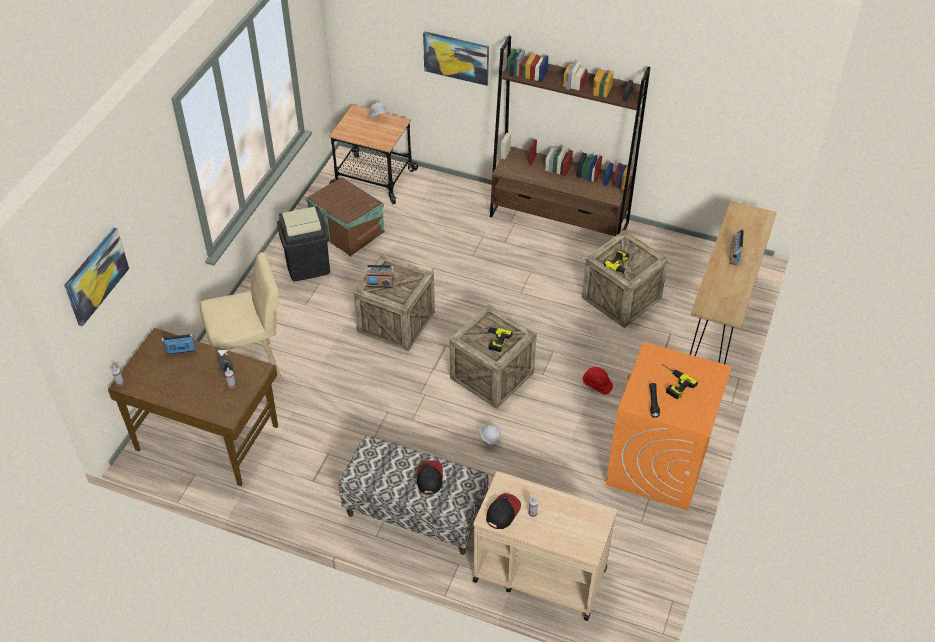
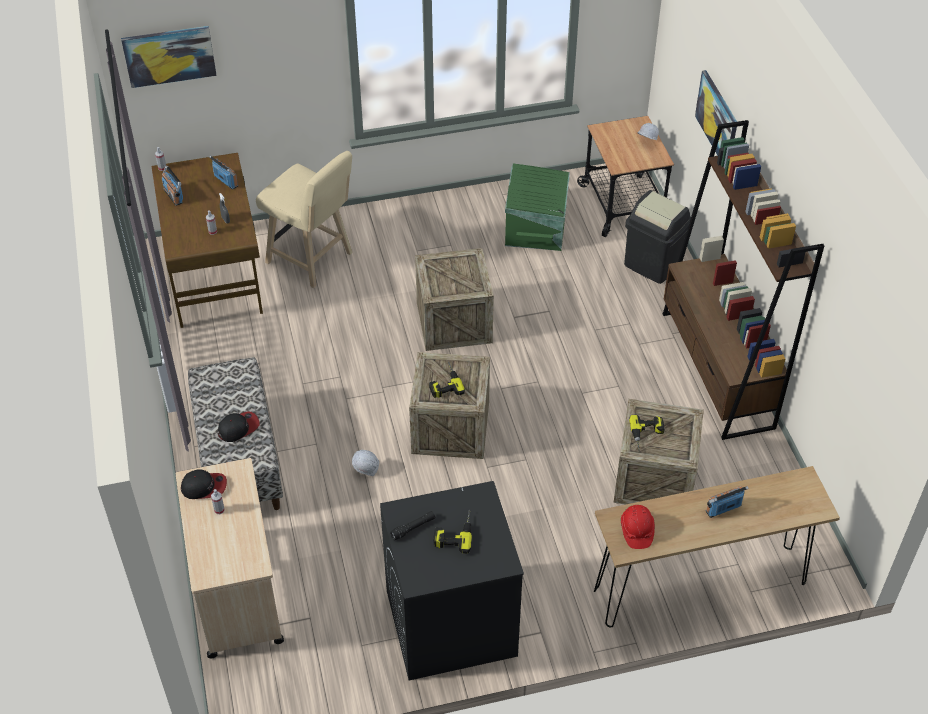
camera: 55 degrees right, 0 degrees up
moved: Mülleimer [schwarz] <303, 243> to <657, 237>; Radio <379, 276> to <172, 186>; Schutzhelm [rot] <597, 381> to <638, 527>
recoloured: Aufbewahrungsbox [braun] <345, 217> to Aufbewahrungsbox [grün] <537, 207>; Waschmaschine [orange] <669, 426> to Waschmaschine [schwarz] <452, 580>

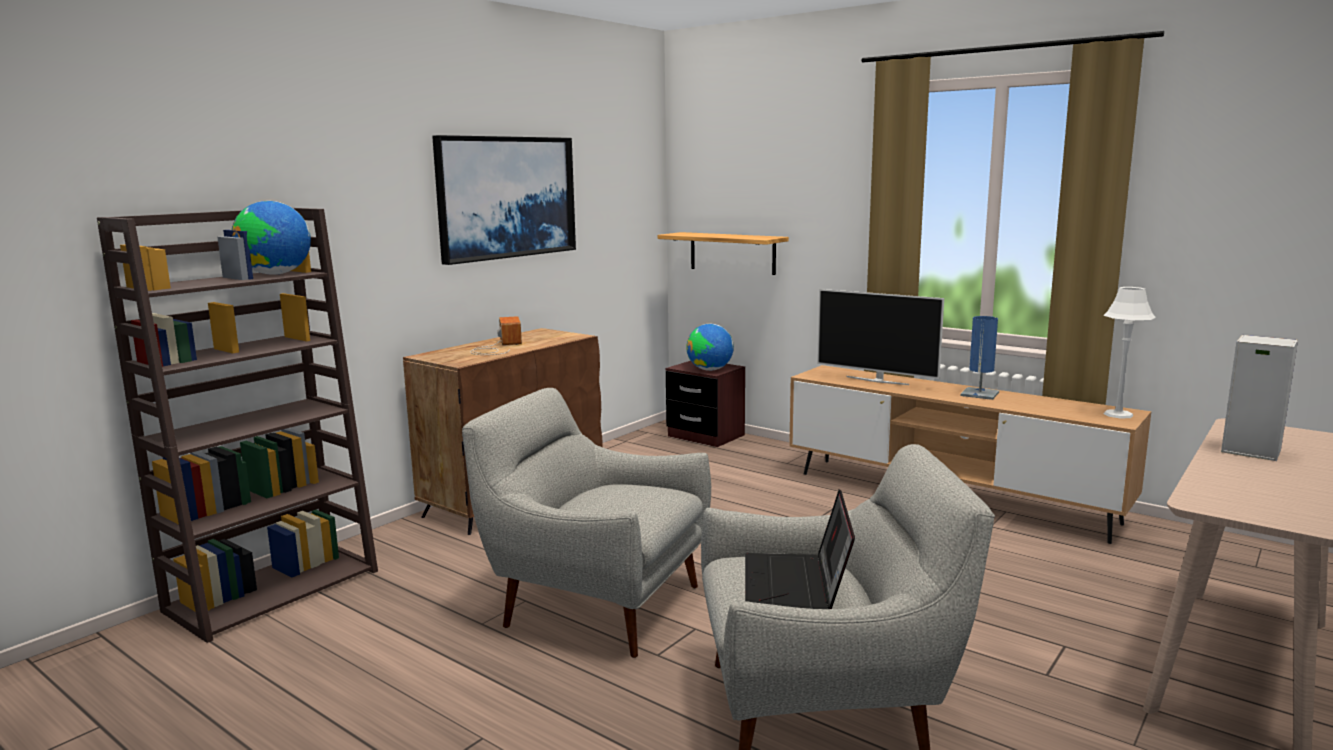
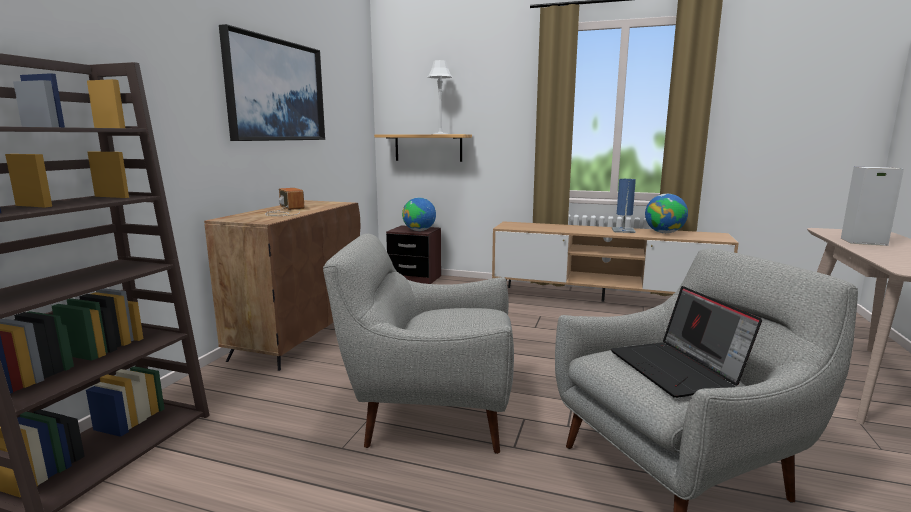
camera: 20 degrees left, 0 degrees up
removed: Fernseher <880, 337>
moved: Globus <271, 238> to <666, 213>; Tischlampe [weiß] <1129, 353> to <440, 97>

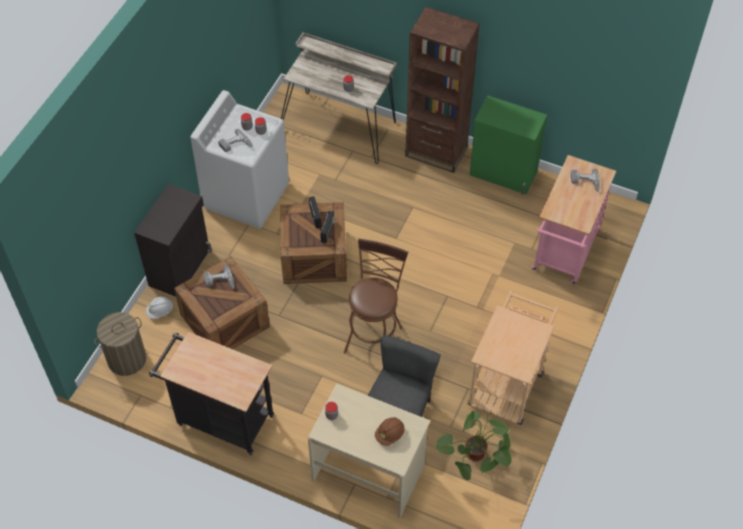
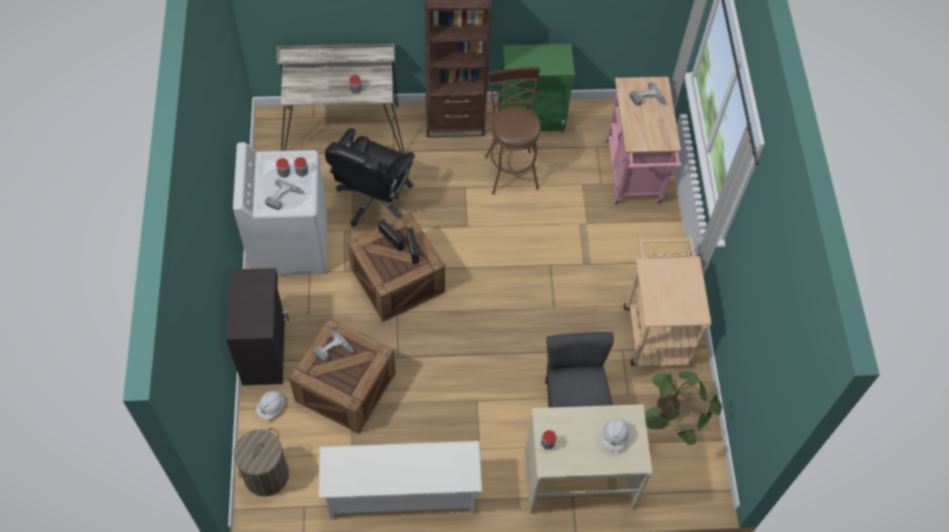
camera: 30 degrees left, 5 degrees up
added: Bürostuhl [schwarz] <370, 177>
moved: Hocker [braun] <376, 296> to <513, 131>
replaced: Rollwagen [schwarz] <211, 393> to Schuhregal [weiß] <400, 480>
recoloured: Schutzhelm [braun] <390, 431> to Schutzhelm [weiß] <616, 434>

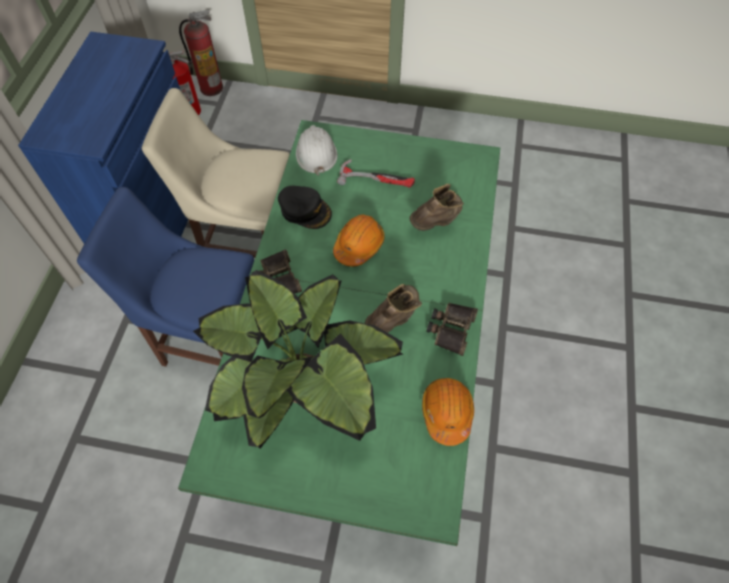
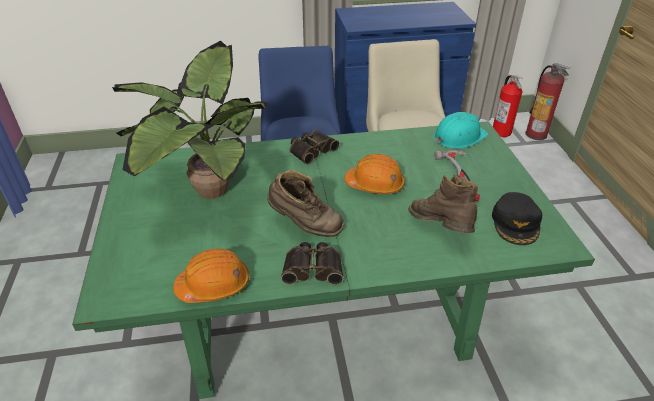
camera: 70 degrees right, 20 degrees down
moved: Kappe [schwarz] <305, 207> to <517, 218>
recoloured: Schutzhelm [weiß] <316, 150> to Schutzhelm [türkis] <460, 130>
turned: Stiefel [braun] <437, 207> = <443, 204> 150 degrees counterclockwise

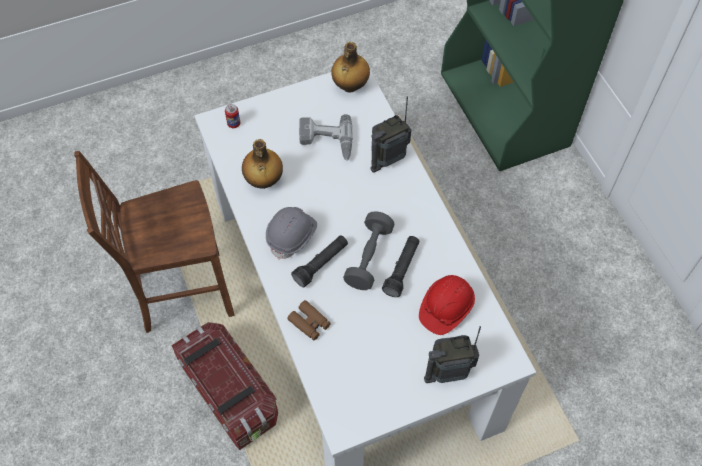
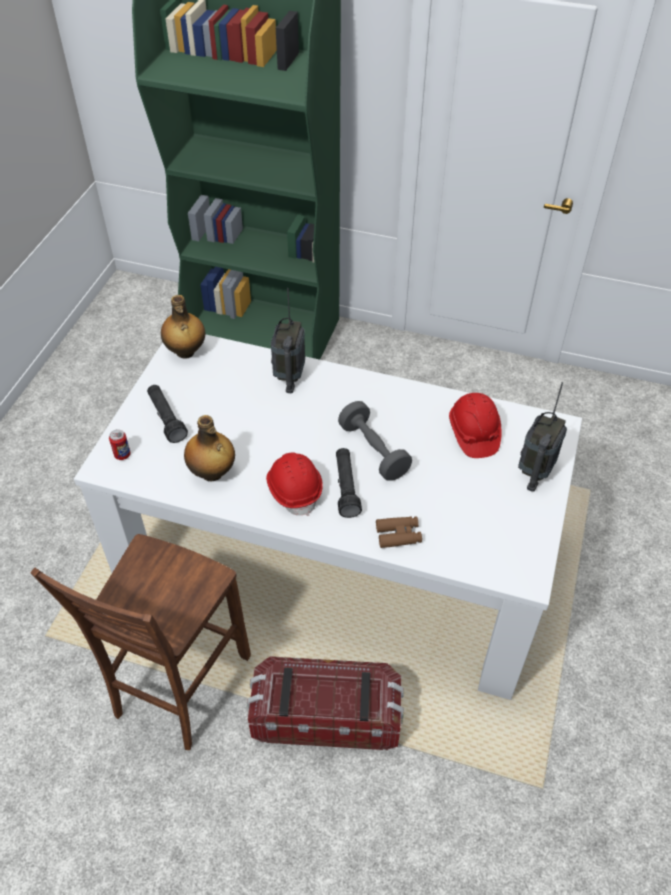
camera: 50 degrees left, 10 degrees down
removed: Bohrmaschine <326, 137>
moved: Taschenlampe [schwarz] <400, 266> to <167, 414>
recoloured: Schutzhelm [grau] <291, 233> to Schutzhelm [rot] <294, 484>

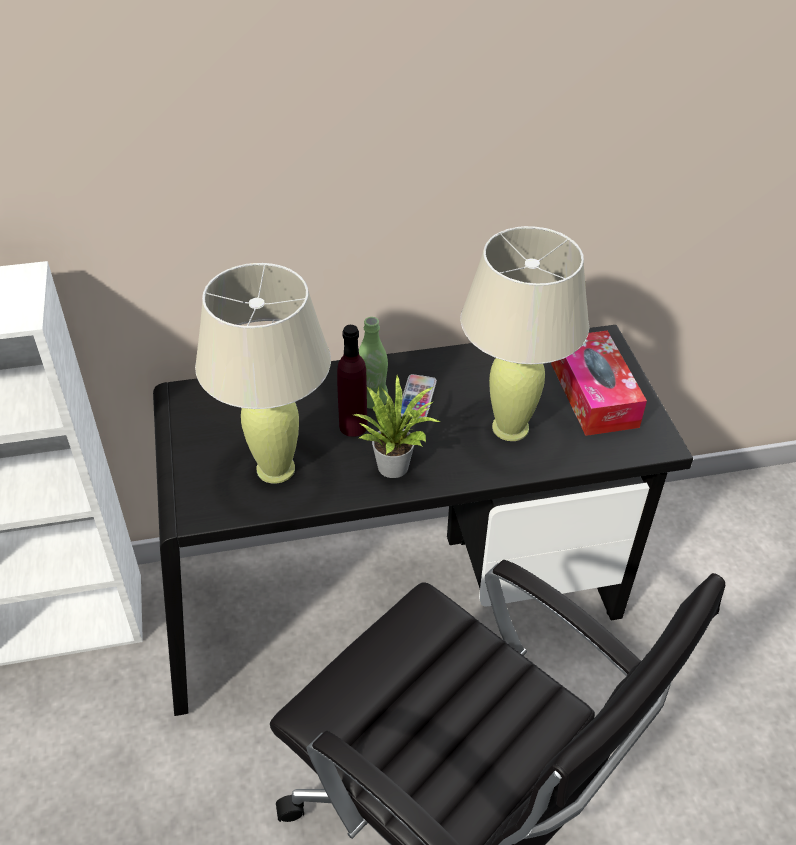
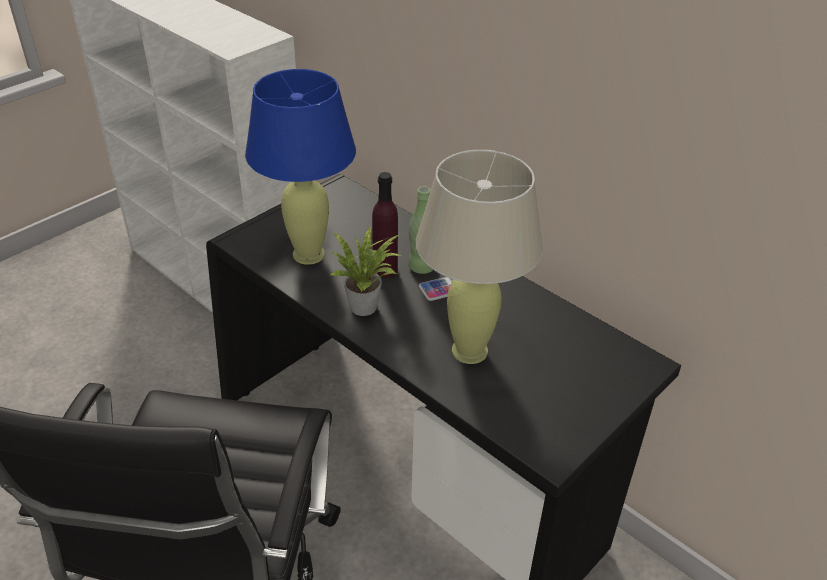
camera: 55 degrees right, 5 degrees down
removed: Taschentuchbox <599, 383>
recoloured: Tischlampe [beige] <263, 373> to Tischlampe [blau] <300, 167>

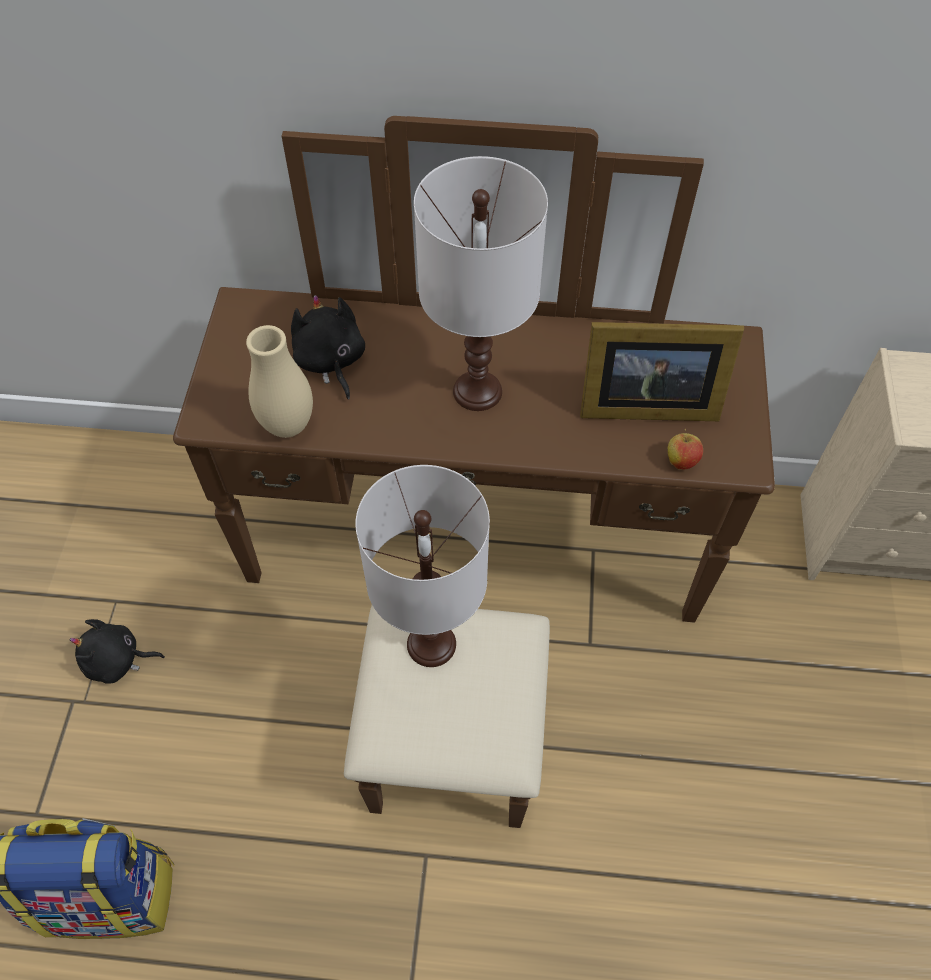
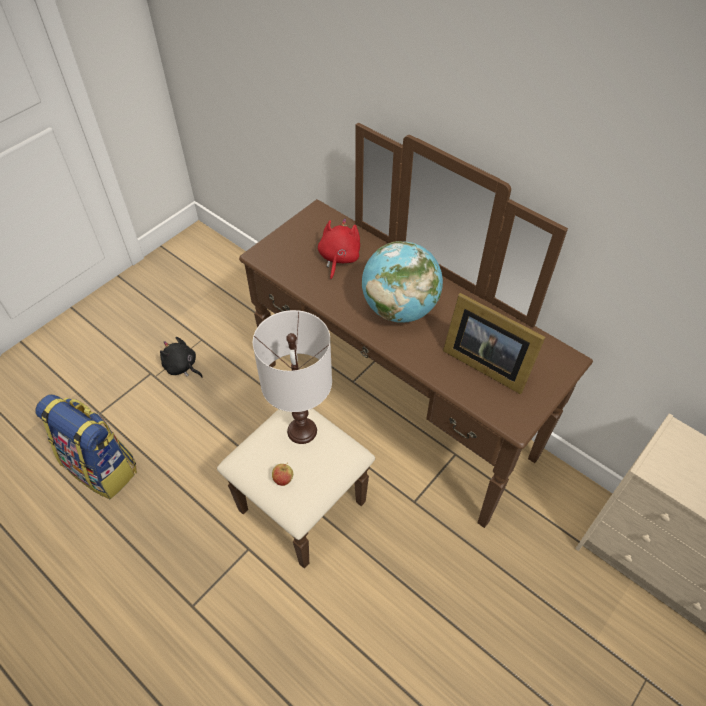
camera: 35 degrees right, 5 degrees down
removed: Vase [beige] <279, 381>
moved: Apfel <685, 449> to <282, 474>
replaced: Tischlampe [weiß] <481, 283> to Globus <402, 282>
recoloured: Plüschtier [schwarz] <328, 347> to Plüschtier [rot] <339, 249>

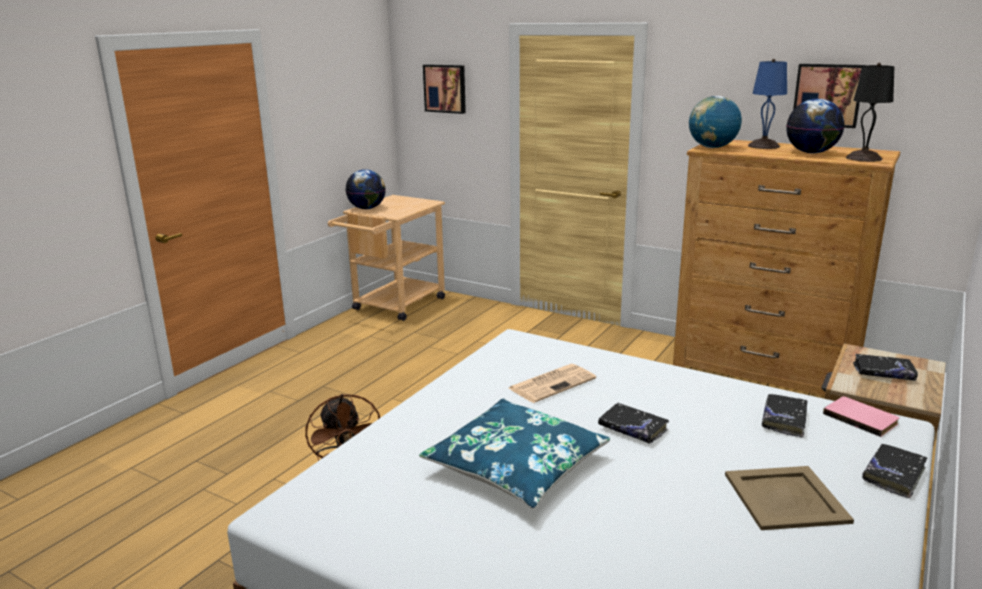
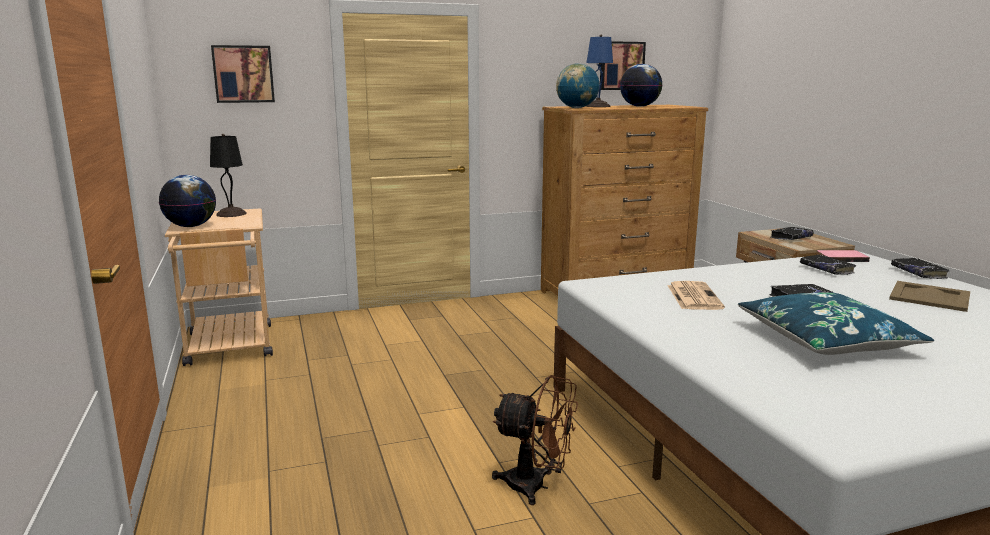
camera: 50 degrees left, 5 degrees down
moved: Tischlampe [schwarz] <870, 112> to <228, 175>

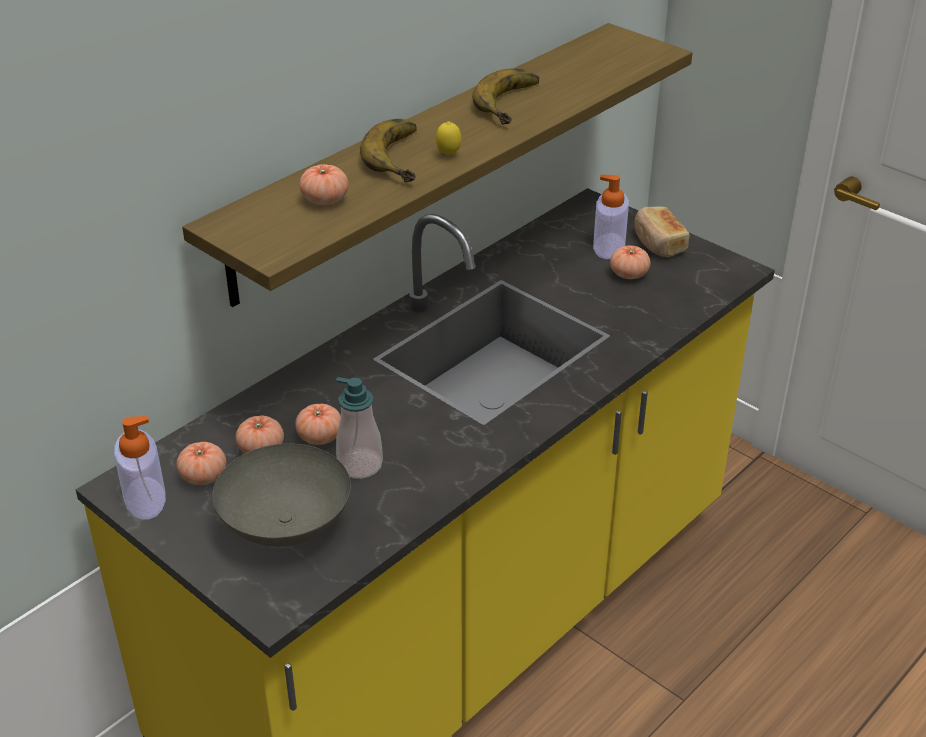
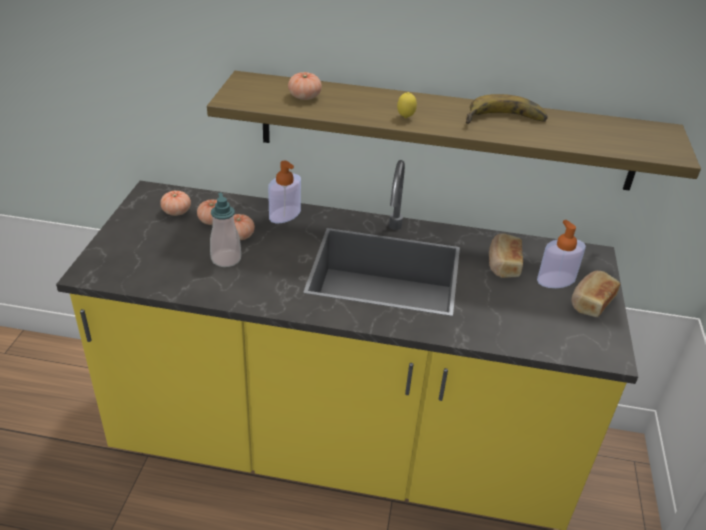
camera: 55 degrees right, 0 degrees up
removed: Banane <388, 150>; Tomate <630, 262>; Schüssel [grau] <281, 494>
added: Brot <506, 255>
moved: Seifenspender <140, 468> to <284, 192>

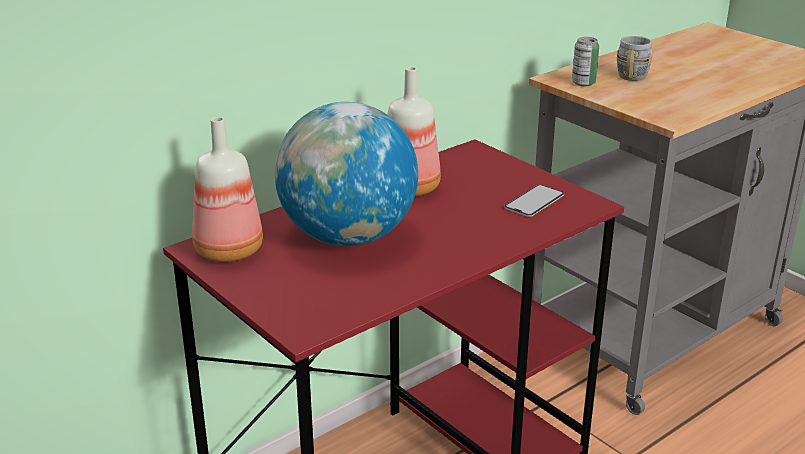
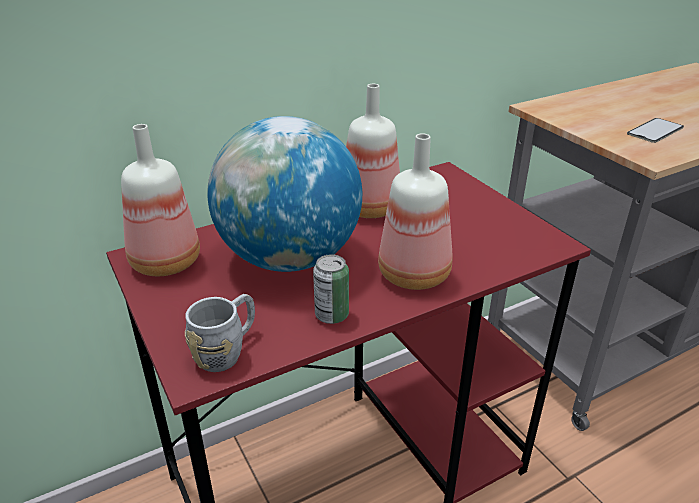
camera: 10 degrees right, 5 degrees up
added: Flasche <415, 211>
moved: Henkelbecher [grau] <634, 58> to <220, 333>; Dose <585, 61> to <331, 289>; Handy <534, 201> to <655, 130>

